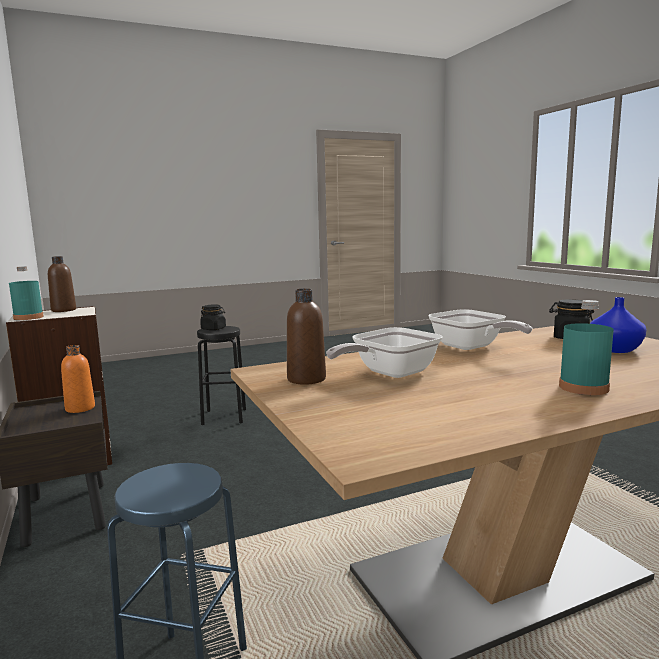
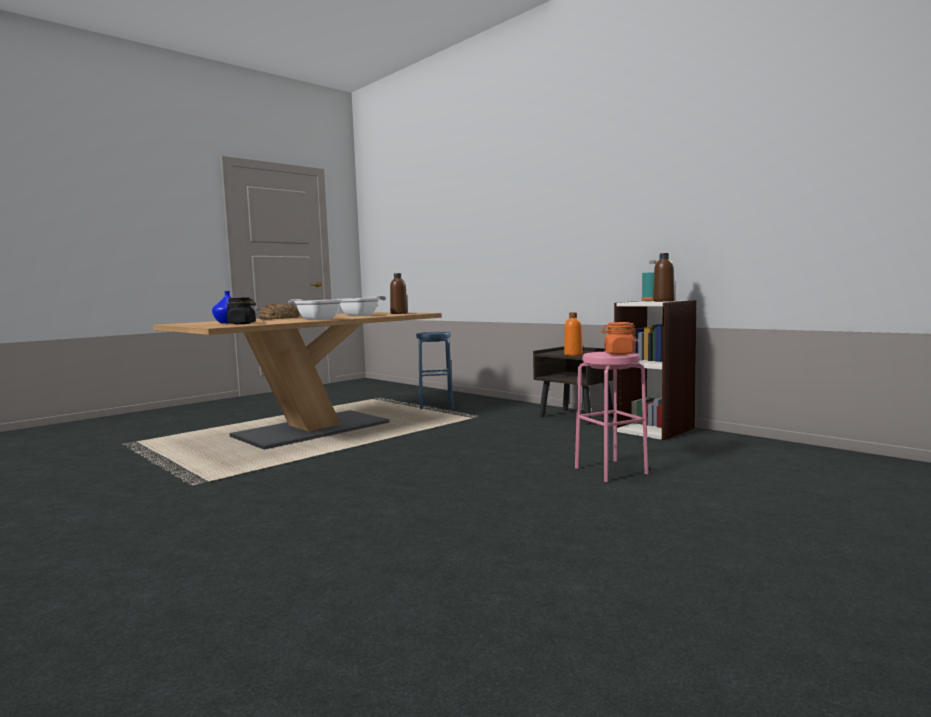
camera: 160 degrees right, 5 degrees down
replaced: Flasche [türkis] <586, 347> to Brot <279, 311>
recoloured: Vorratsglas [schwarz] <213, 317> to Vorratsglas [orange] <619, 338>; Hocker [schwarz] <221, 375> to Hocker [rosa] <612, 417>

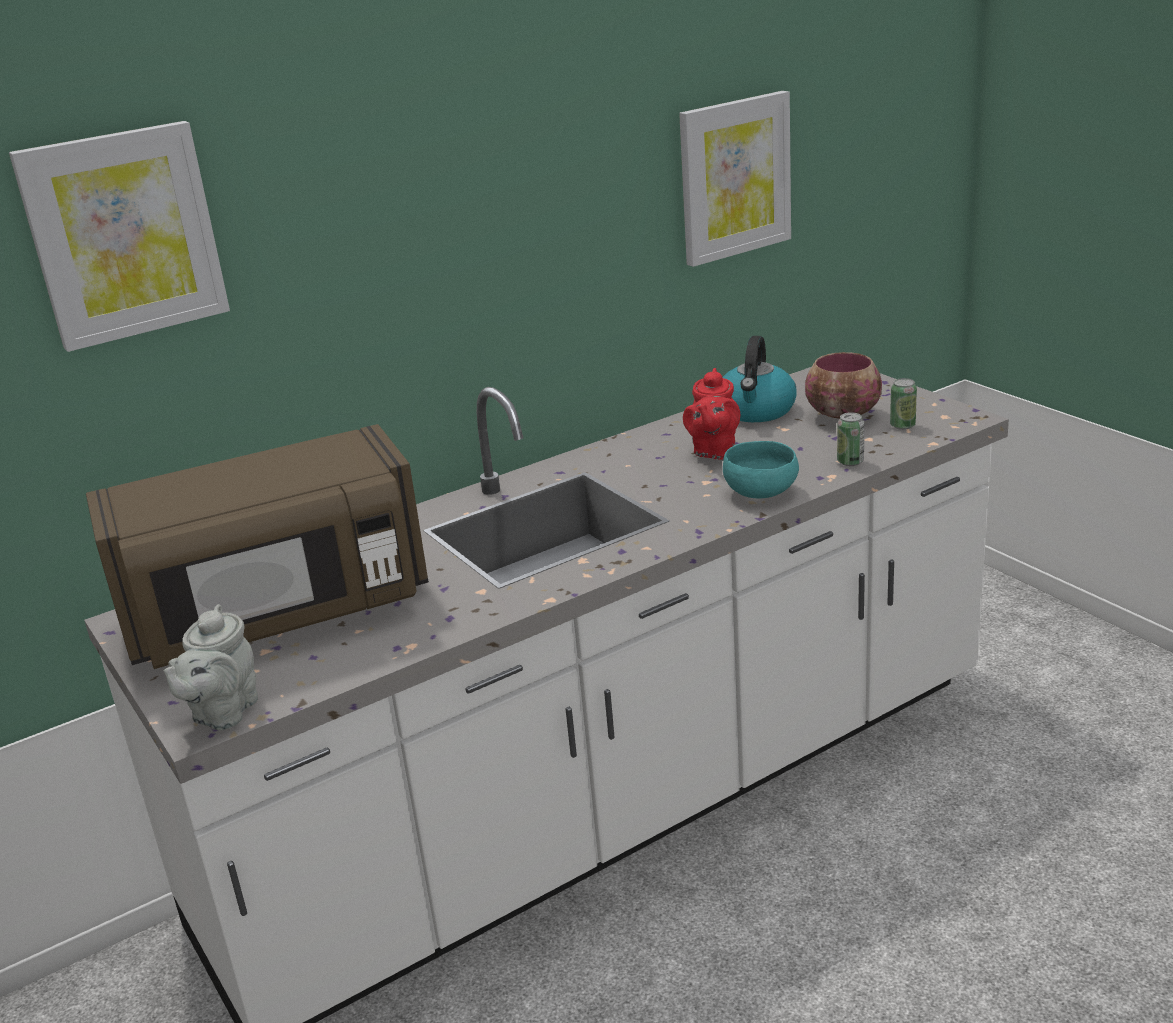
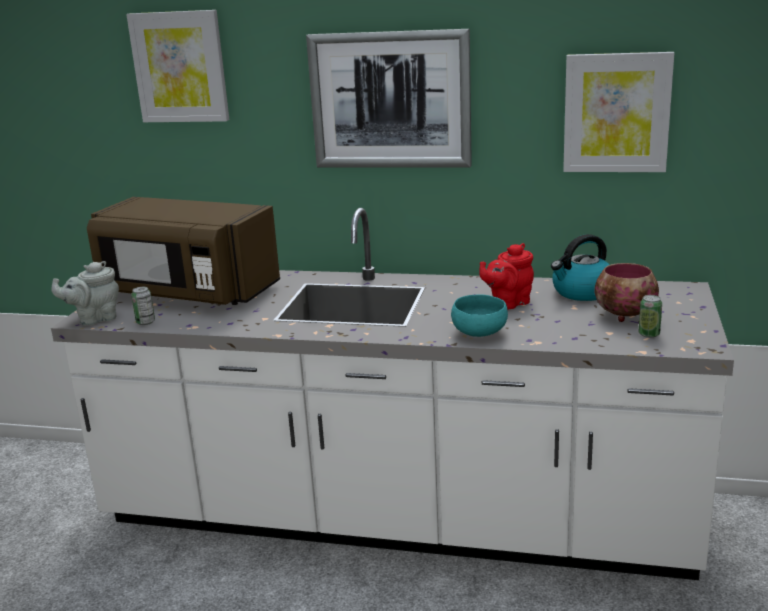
camera: 45 degrees right, 5 degrees down
added: Bild <389, 98>
moved: Dose <851, 439> to <143, 306>

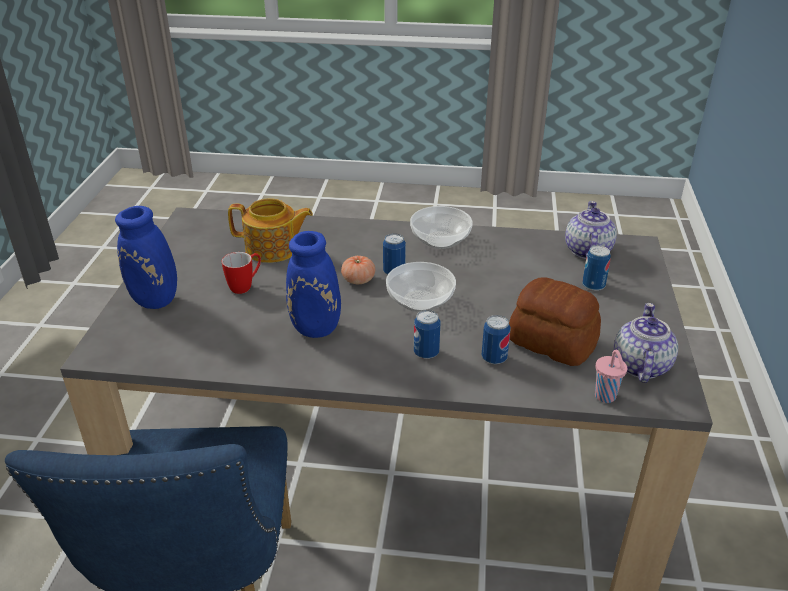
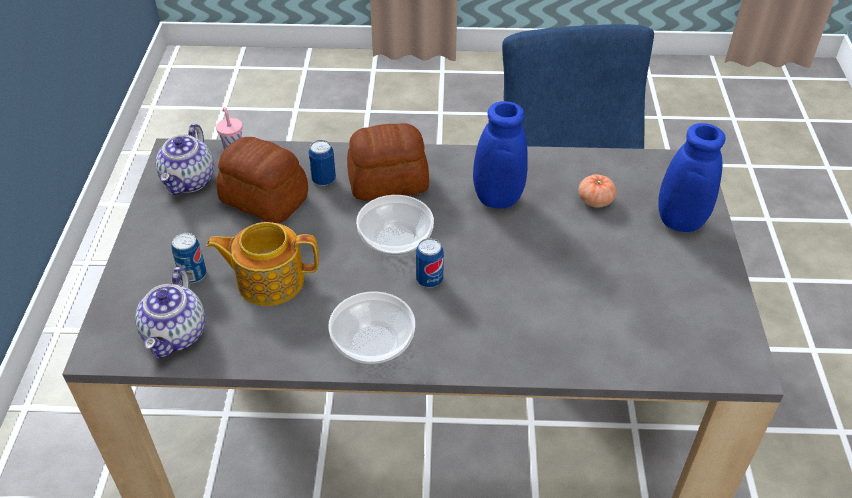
camera: 175 degrees right, 10 degrees up
removed: Henkelbecher <241, 273>
moved: Teekanne <270, 230> to <262, 264>; Tomate <358, 270> to <597, 191>
replaced: Dose <427, 334> to Brot <388, 162>

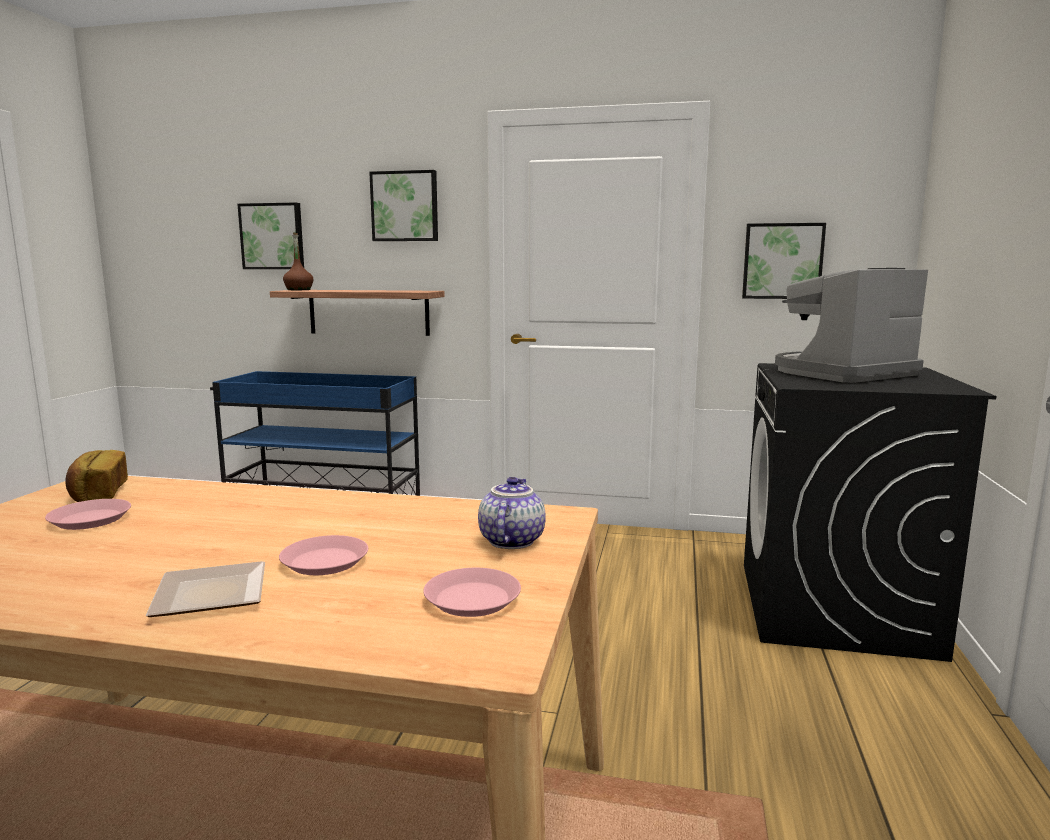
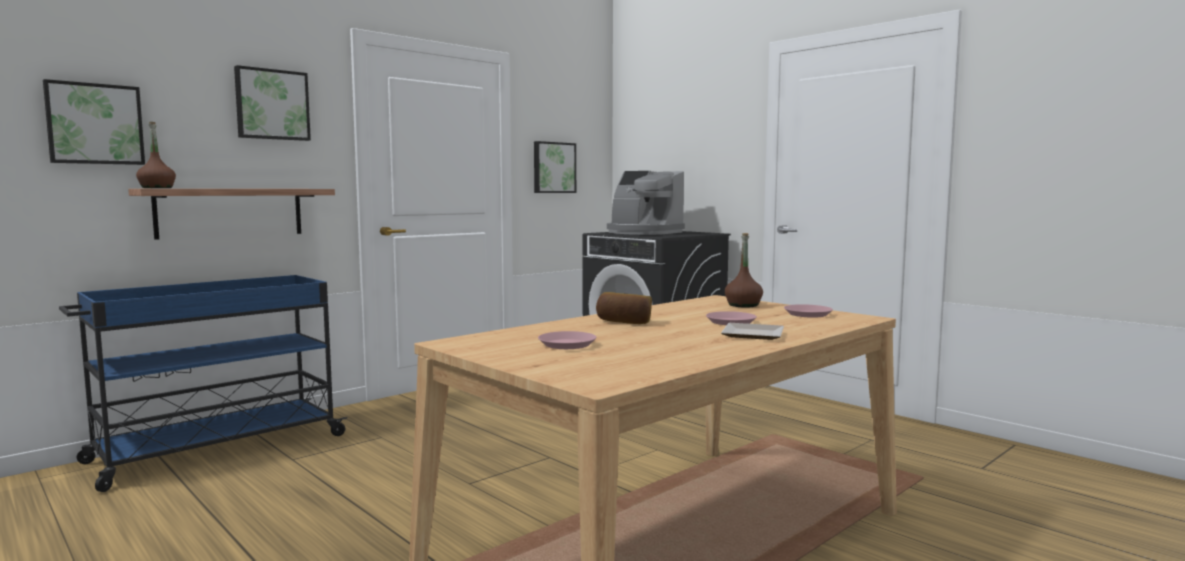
camera: 55 degrees left, 5 degrees down
moved: Brot <97, 476> to <624, 308>
replaced: Teekanne <512, 513> to Flasche [braun] <744, 270>
turned: Kaffeemaschine <851, 325> = <646, 203> 60 degrees counterclockwise

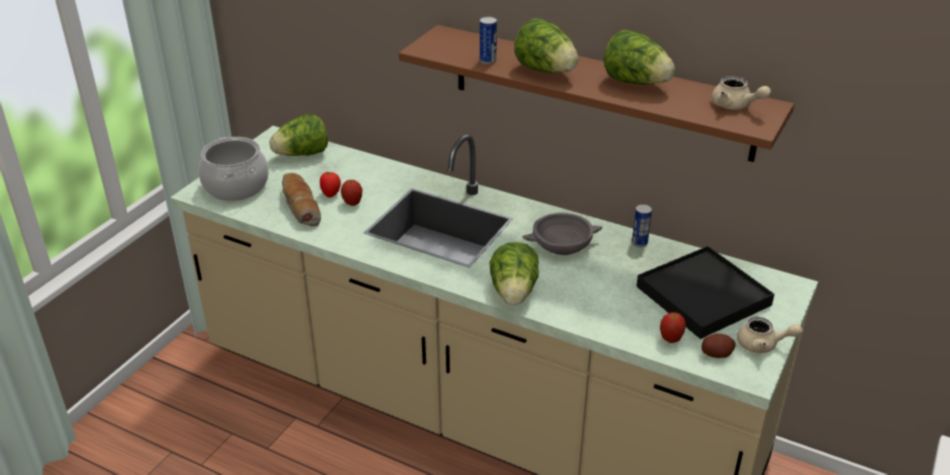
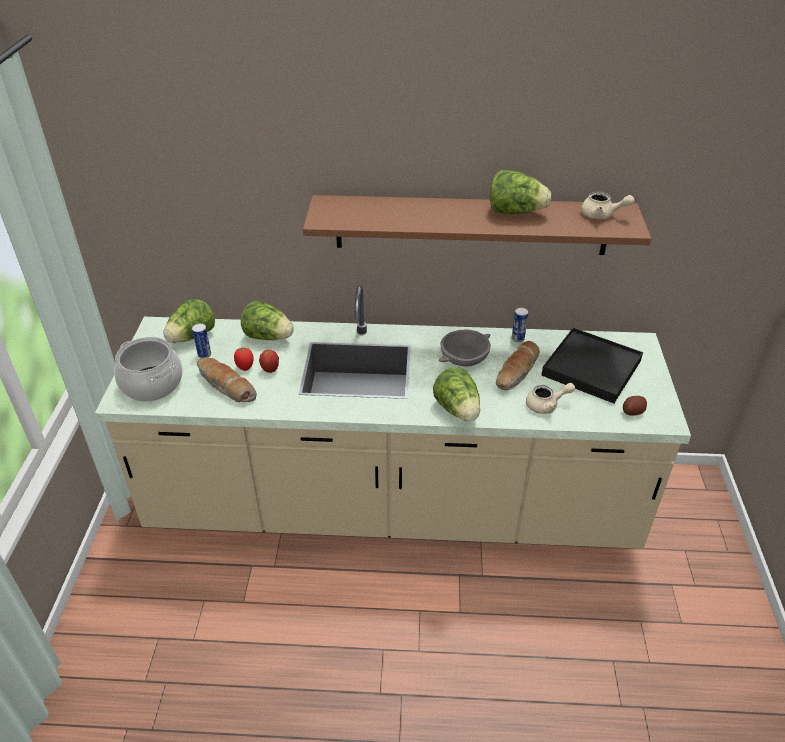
camera: 25 degrees left, 5 degrees up
removed: Apfel <673, 327>
added: Brot <518, 365>
moved: Dose <488, 40> to <201, 341>; Salatkopf <546, 45> to <267, 320>; Teekanne [beige] <770, 335> to <550, 398>

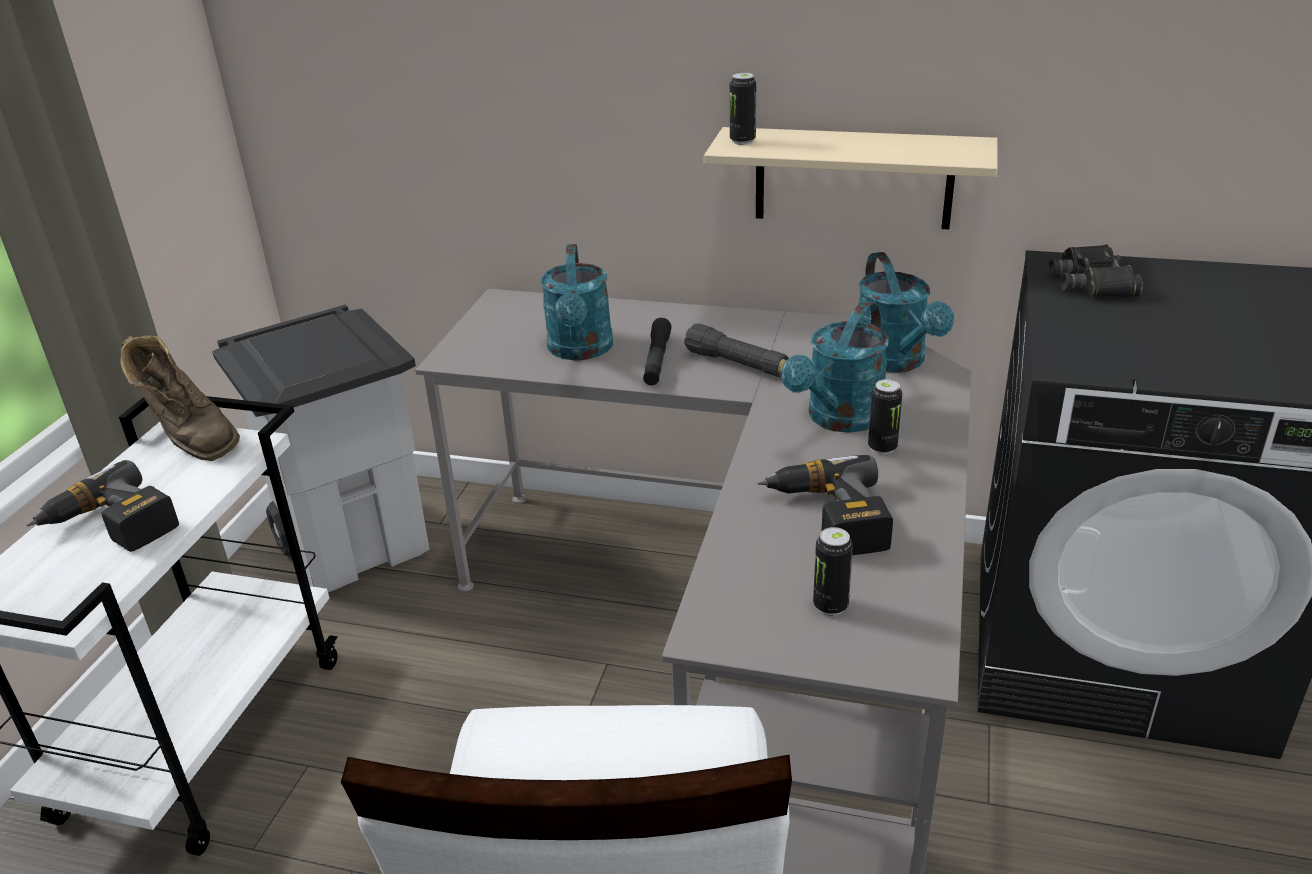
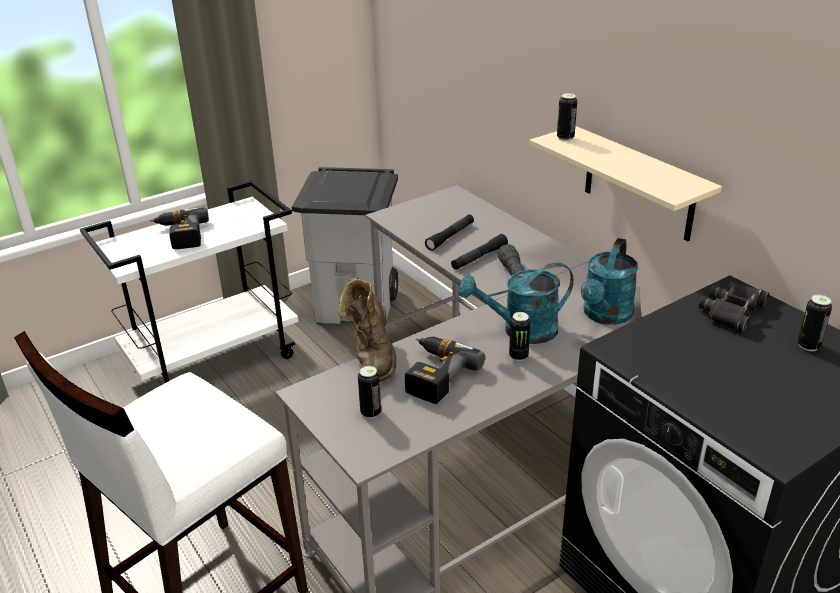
camera: 40 degrees right, 0 degrees up
added: Dose <814, 323>
moved: Stiefel [braun] <180, 398> to <367, 329>
replaced: Gießkanne [türkis] <577, 302> to Taschenlampe [schwarz] <449, 232>

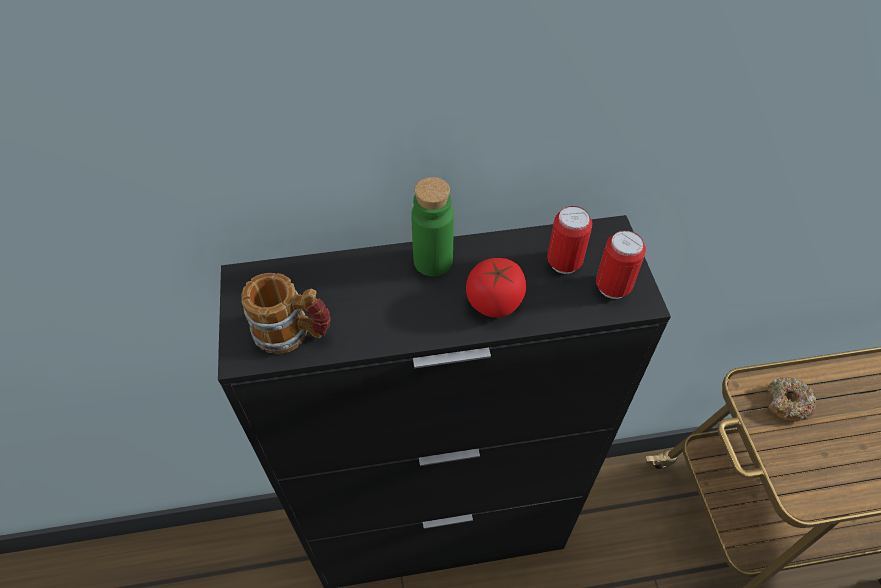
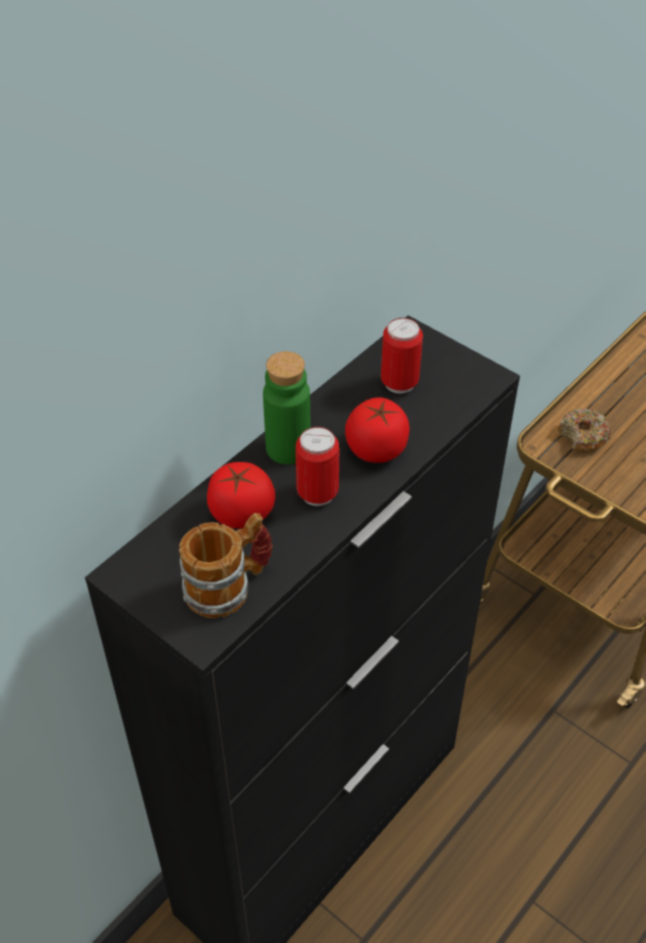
camera: 40 degrees left, 5 degrees down
added: Tomate <241, 495>
moved: Dose <621, 264> to <317, 466>

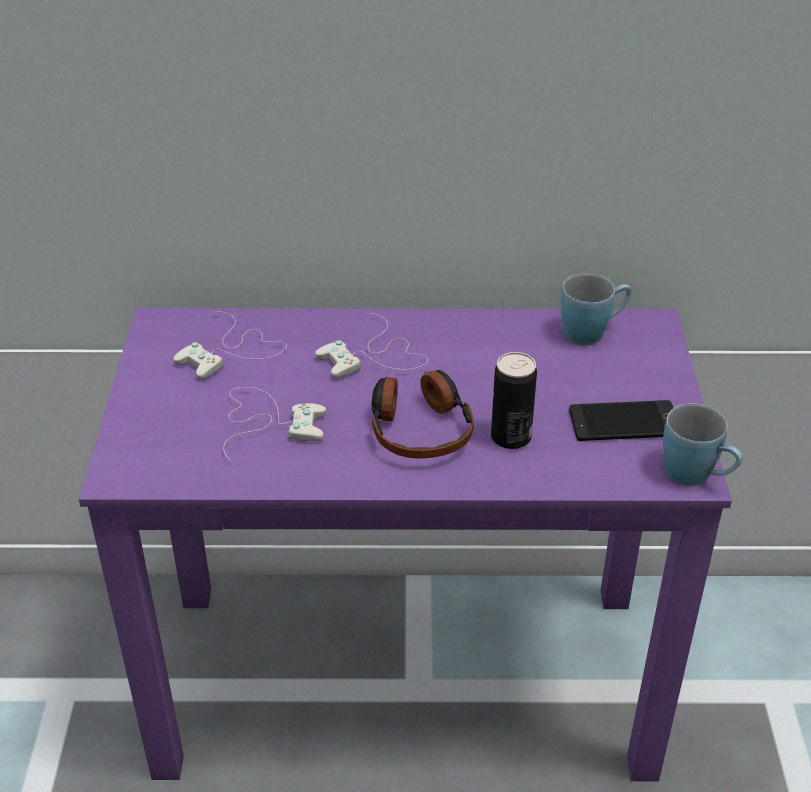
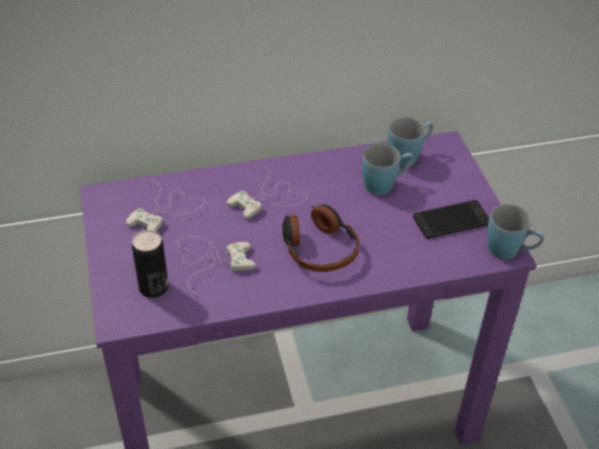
camera: 15 degrees left, 5 degrees up
added: Henkelbecher [blau] <388, 169>
moved: Dose <514, 400> to <150, 264>

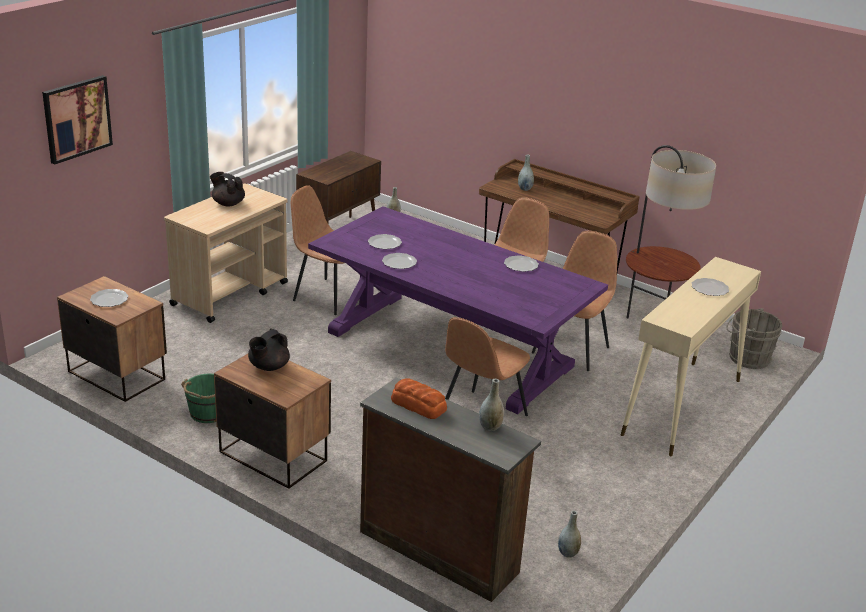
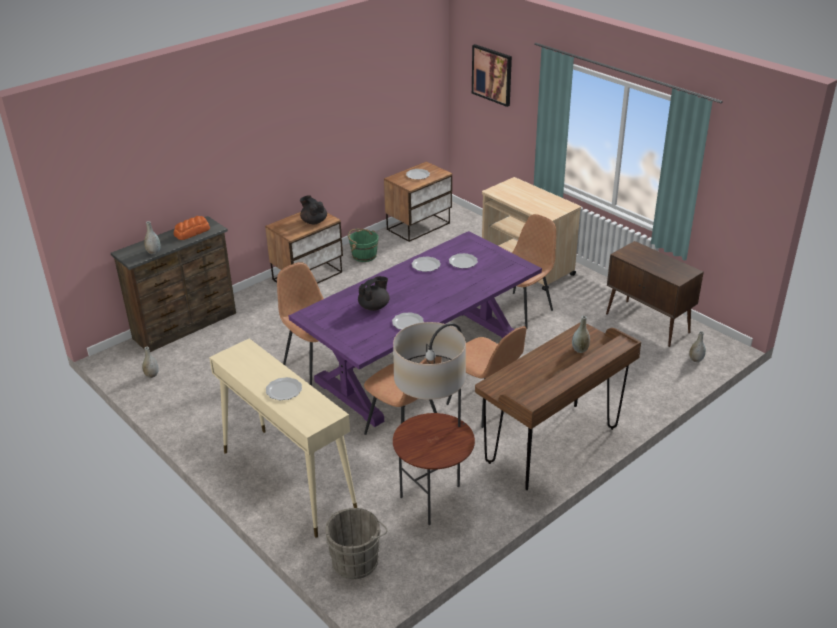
camera: 105 degrees right, 5 degrees up
moved: Teekanne [schwarz] <227, 189> to <373, 293>

